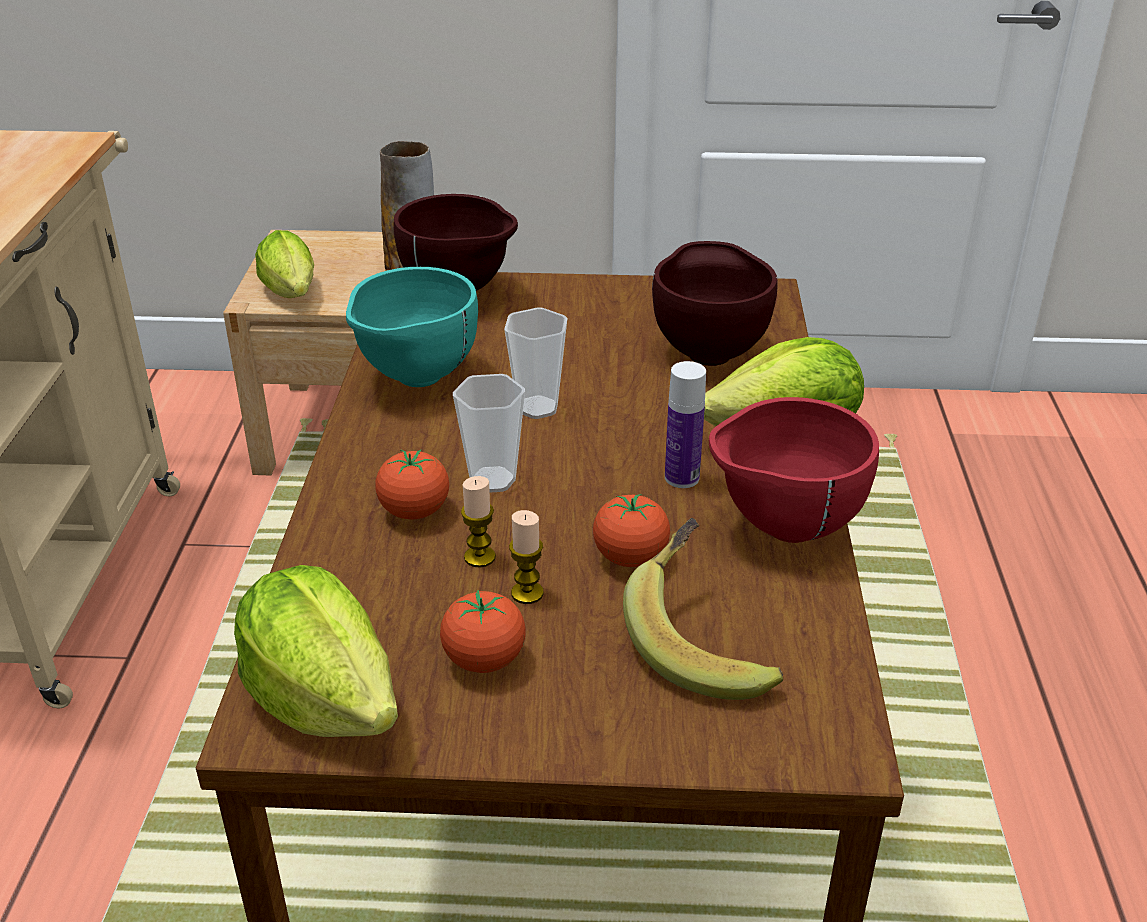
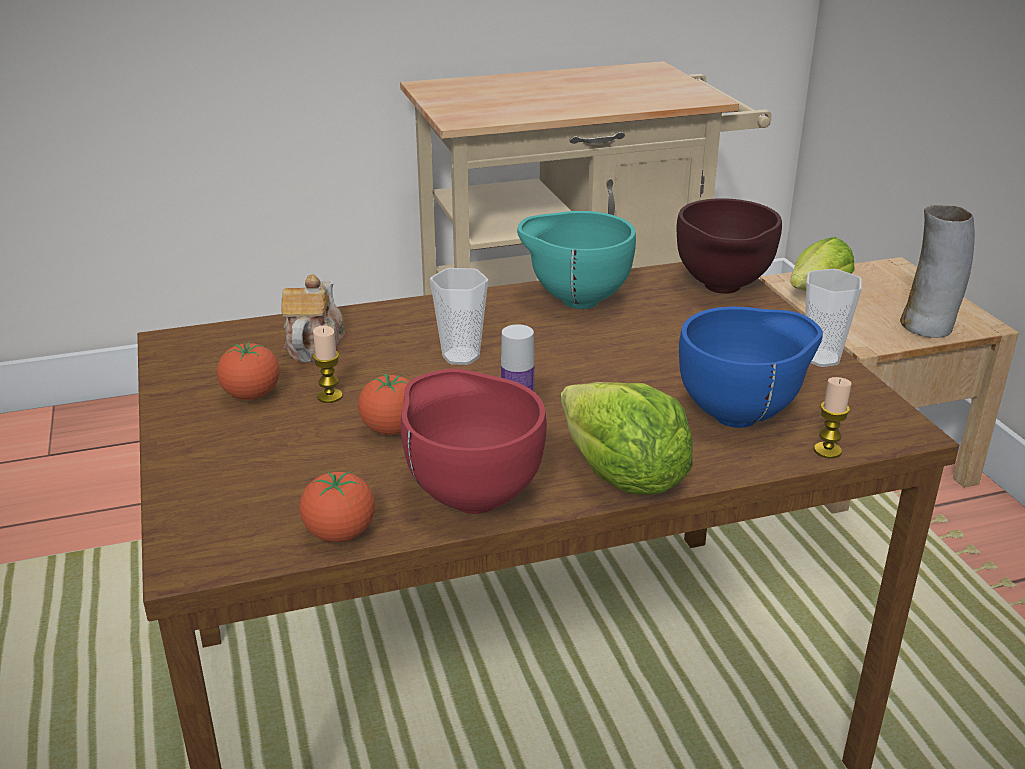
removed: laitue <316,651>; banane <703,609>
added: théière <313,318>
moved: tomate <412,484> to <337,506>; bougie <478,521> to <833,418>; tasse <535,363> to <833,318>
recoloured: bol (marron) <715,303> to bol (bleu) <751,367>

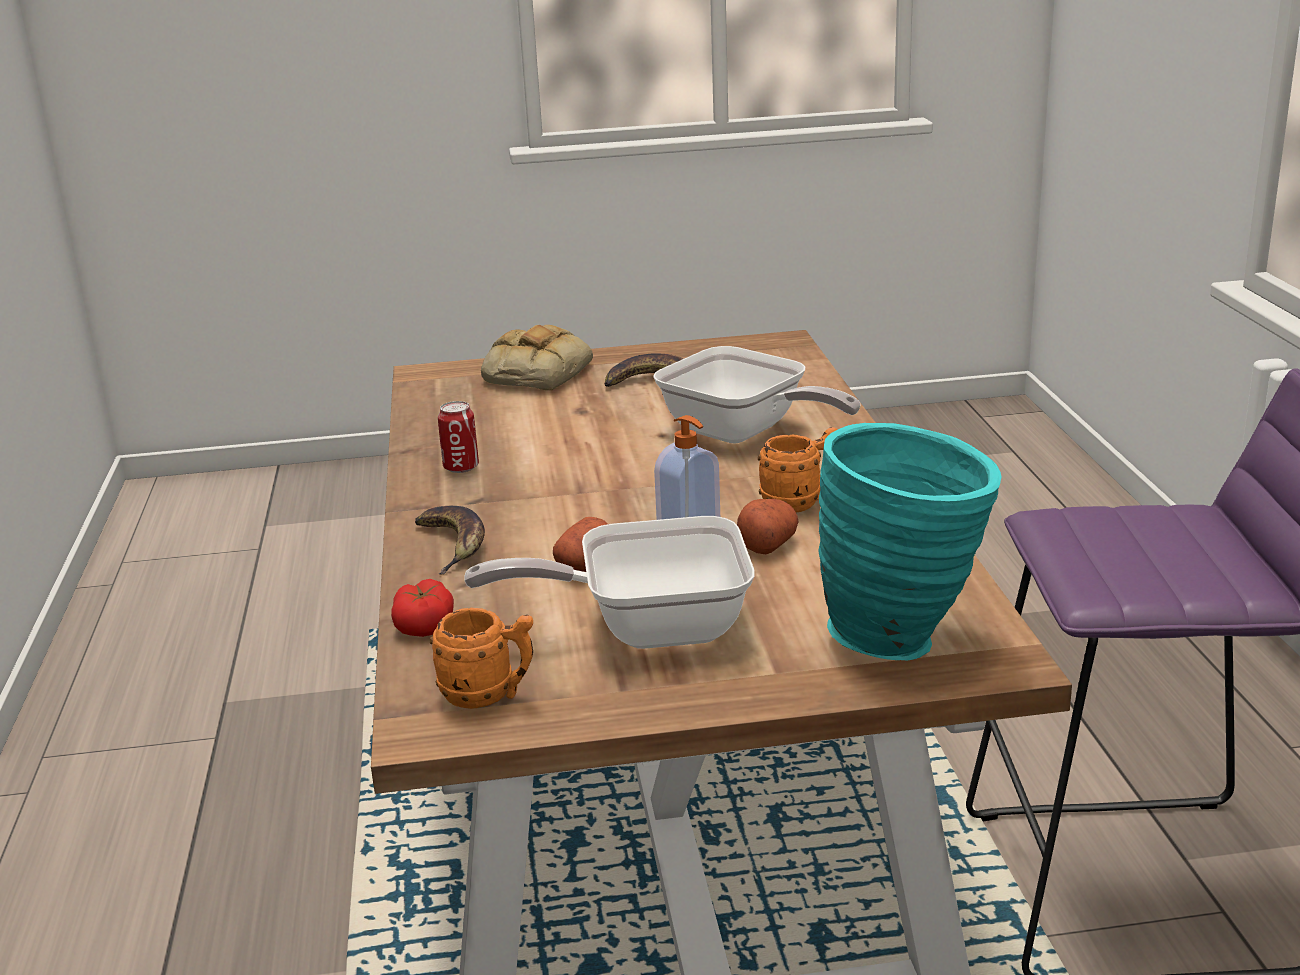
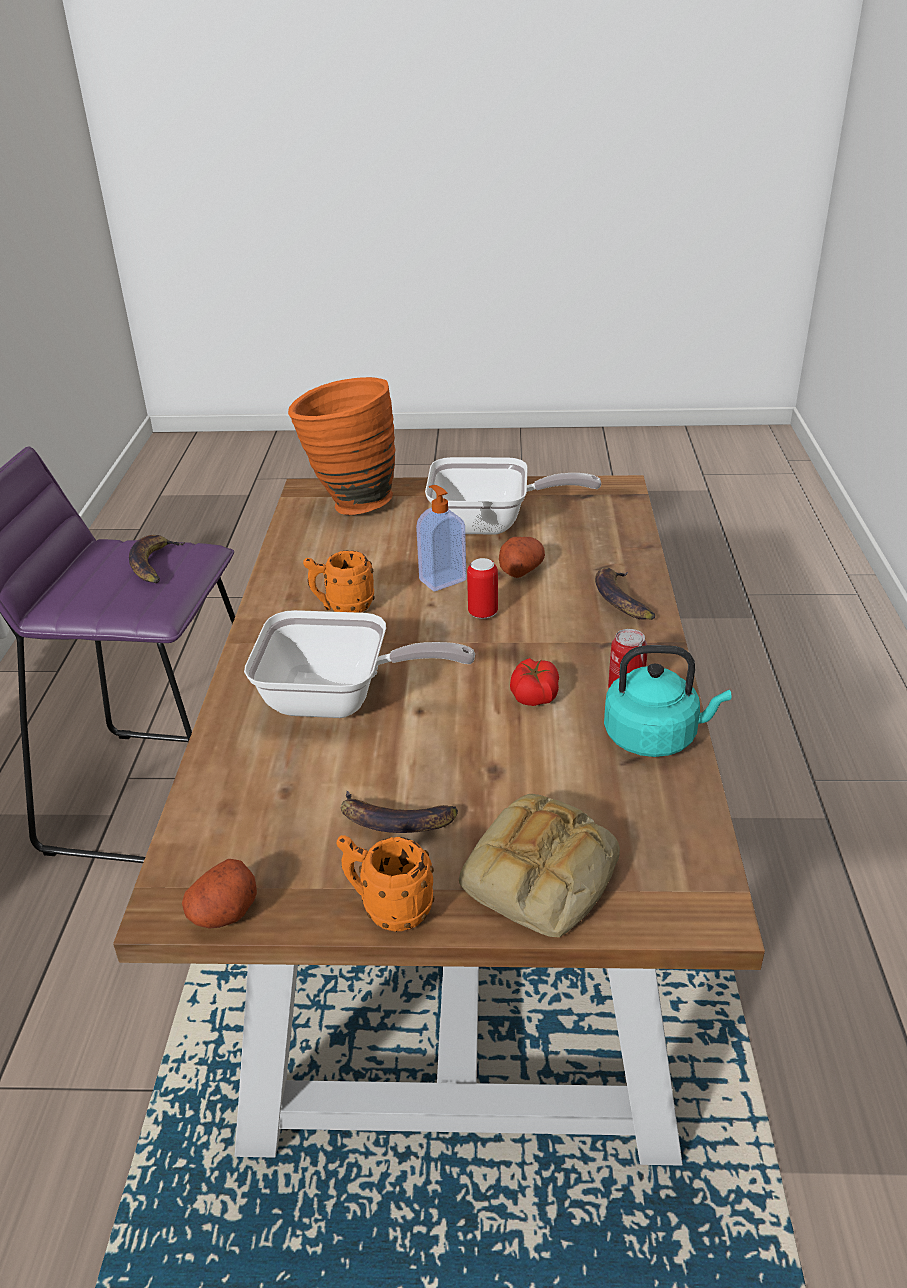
added: banane <157,559>; boîte métallique <482,588>; bouilloire (turquoise) <667,701>
moved: tomate <422,608> to <534,682>; mug (orange) <481,658> to <385,883>; pomme de terre <767,526> to <219,894>
recoloured: vase (turquoise) <910,541> to vase (orange) <342,446>
turned: poêle <756,394> = <359,664> 135 degrees clockwise

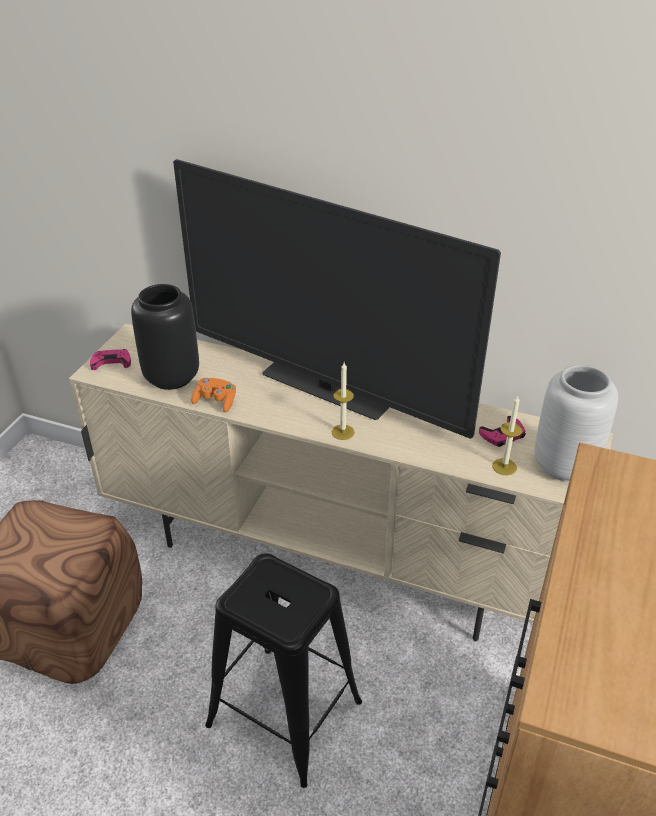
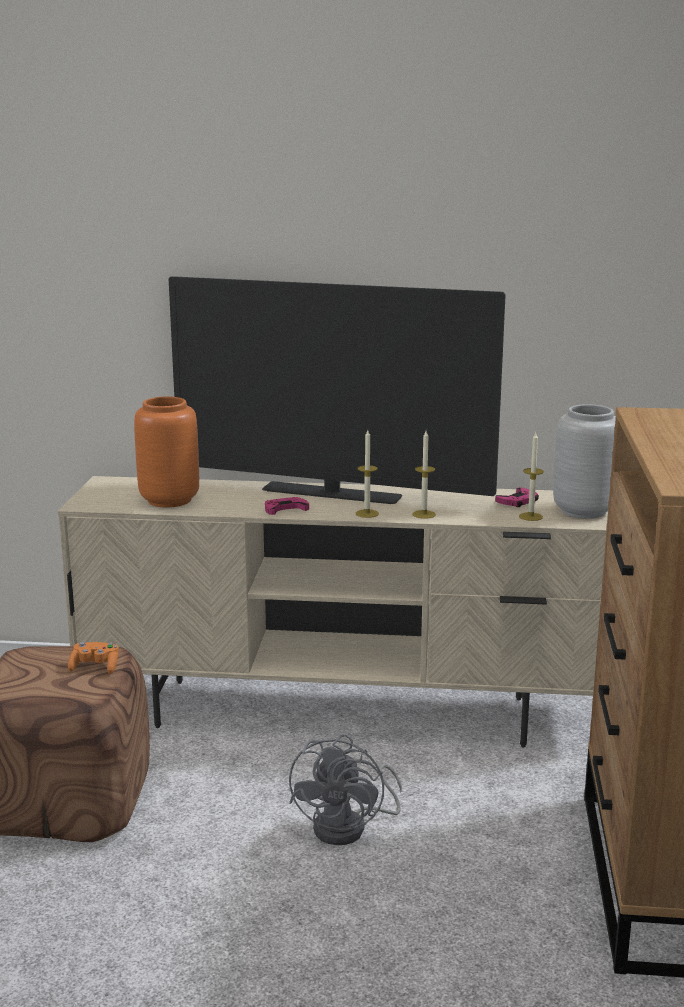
added: bougie <424,475>
moved: manette (rose) <110,359> to <287,506>; manette (orange) <213,395> to <93,658>
replaced: tabouret (noir) <283,670> to ventilateur (gris) <345,789>
recoloured: vase (noir) <165,337> to vase (orange) <166,452>

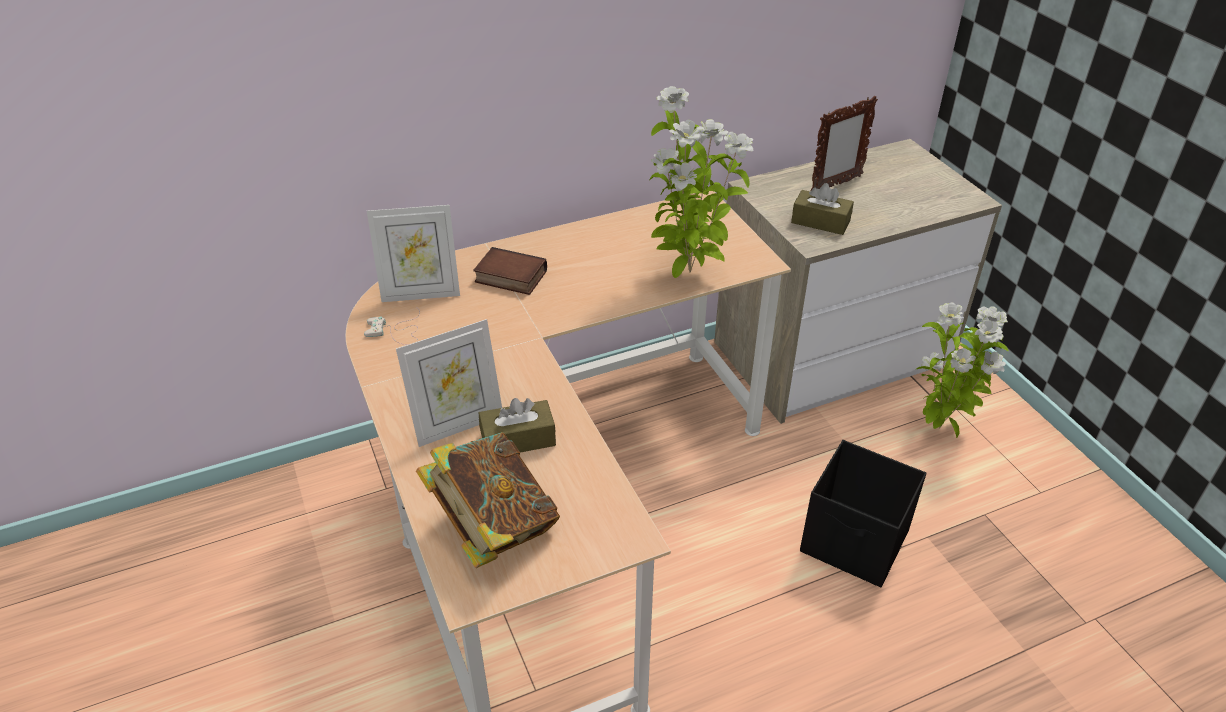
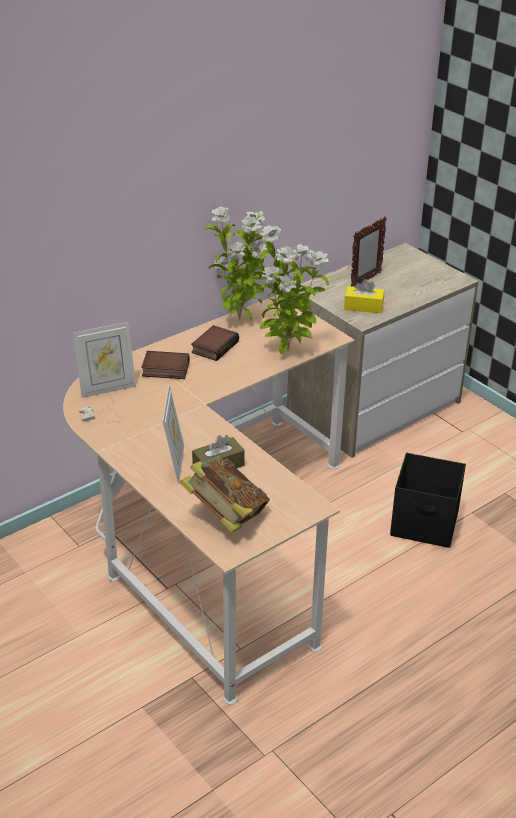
added: livre <215,343>
moved: plante en pot <961,370> to <235,264>
recoloured: boîte à mouchoirs (marron) <822,209> to boîte à mouchoirs (jaune) <364,296>
turned: cadre photo <449,383> = <173,434> 45 degrees counterclockwise

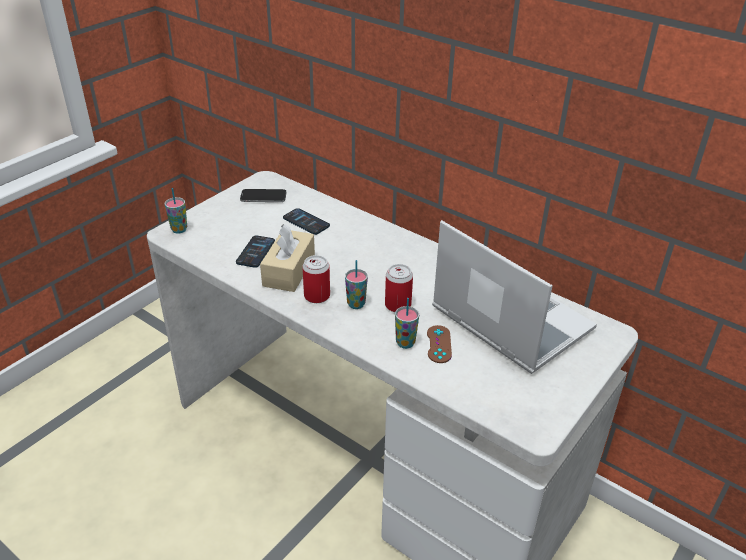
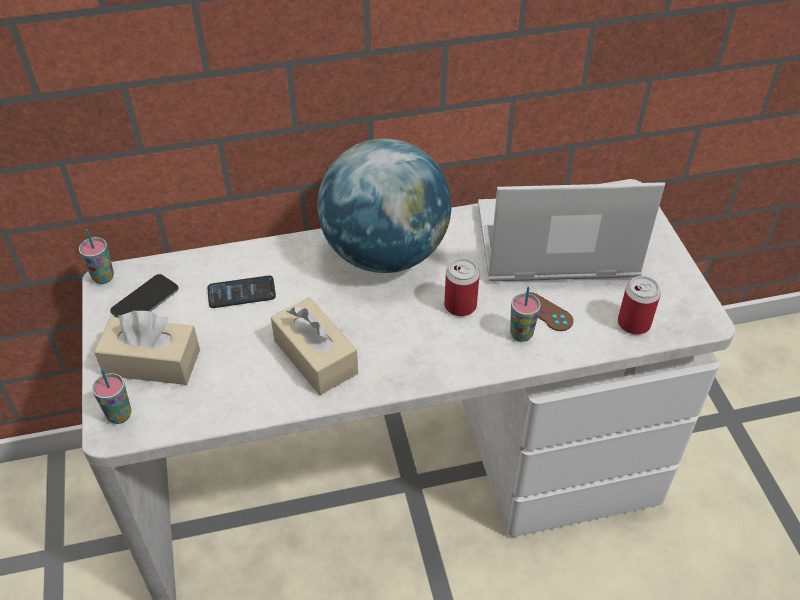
removed: téléphone <255,251>
added: boîte à mouchoirs (beige) <147,348>; globe <384,205>
moved: boîte métallique <316,279> to <639,305>; tasse <356,284> to <96,257>

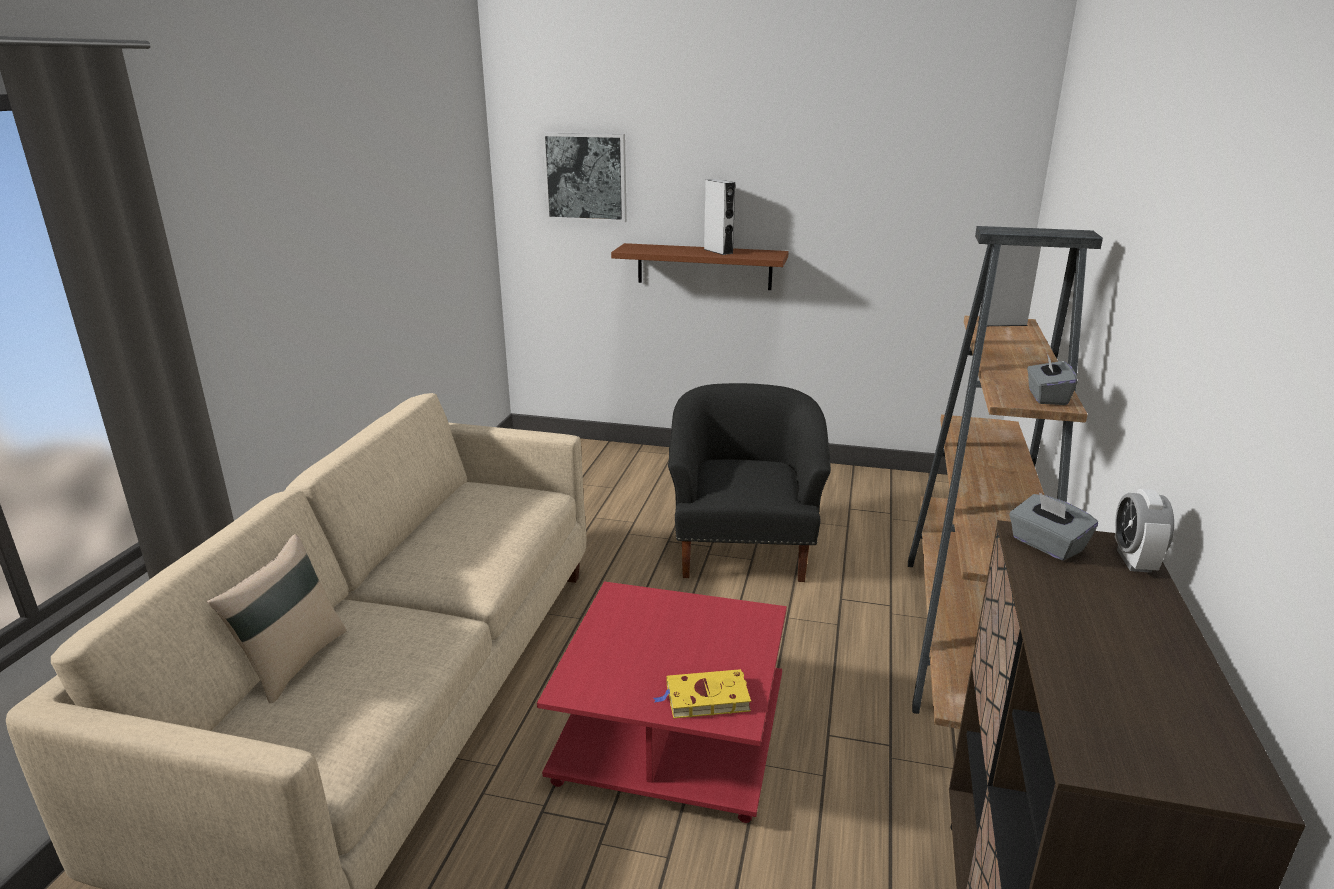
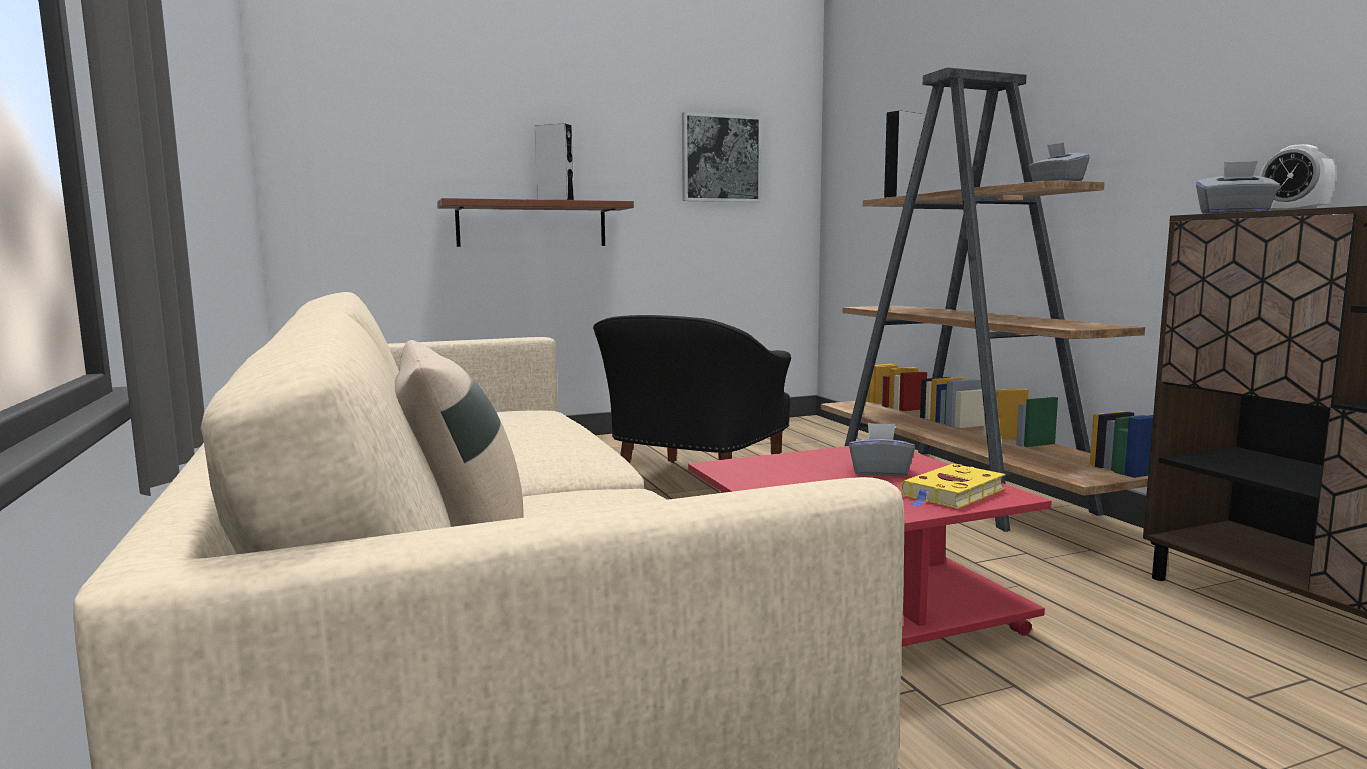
added: boîte à mouchoirs (gris) <882,449>
moved: tableau <584,177> to <722,157>
turned: fauteuil (noir) <749,482> = <692,404> 120 degrees counterclockwise

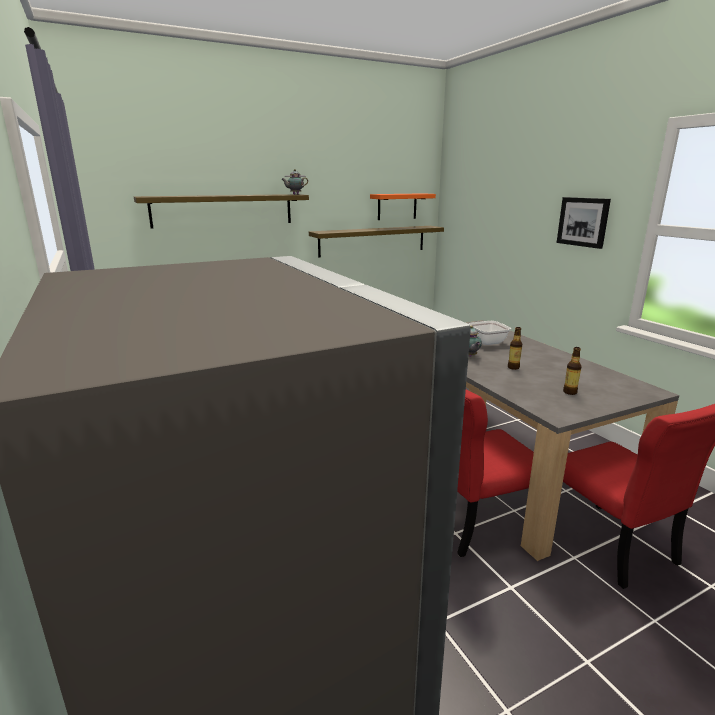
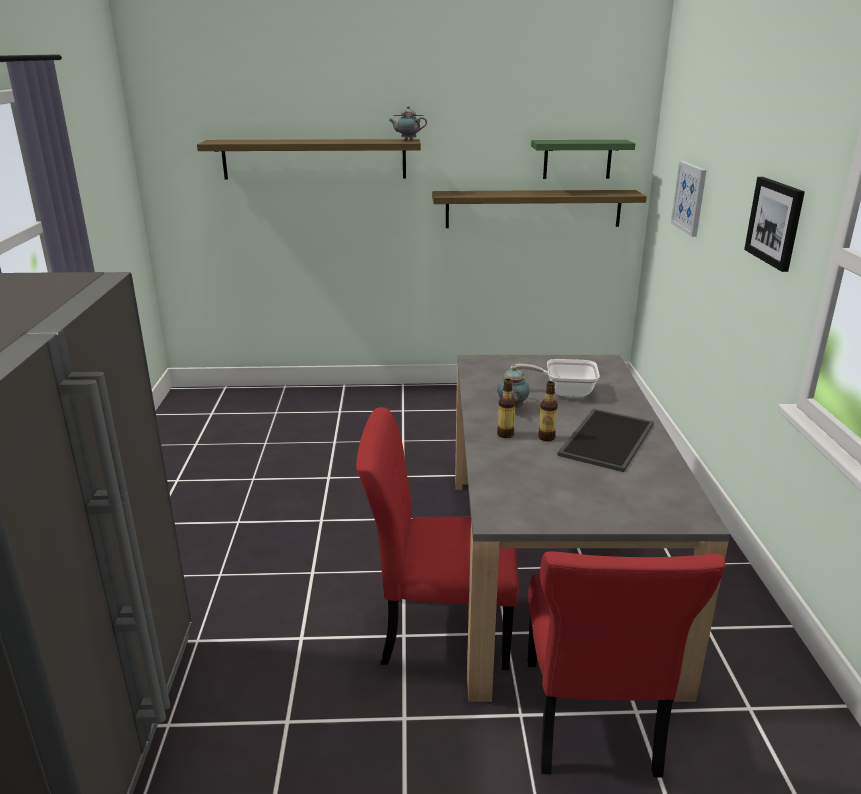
added: plateau <605,440>; tableau <689,199>
moved: bouteille <572,371> to <506,408>
recoloured: étagère (orange) <403,206> to étagère (vert) <583,159>

